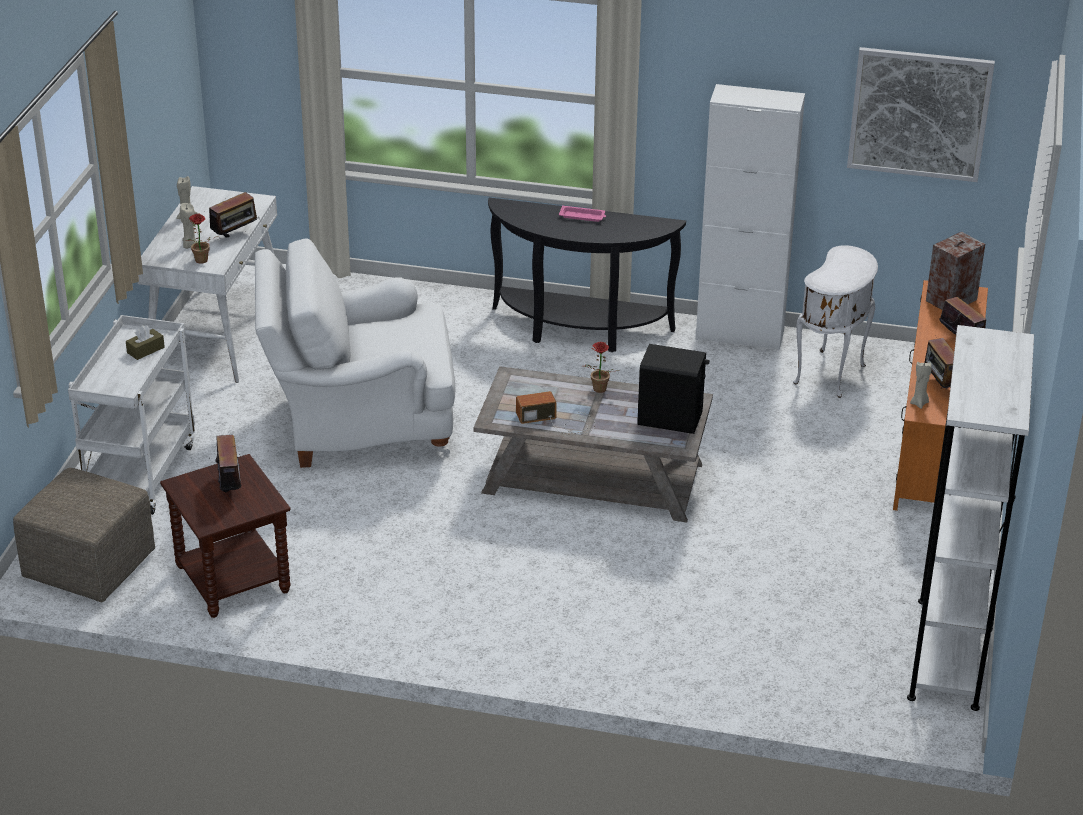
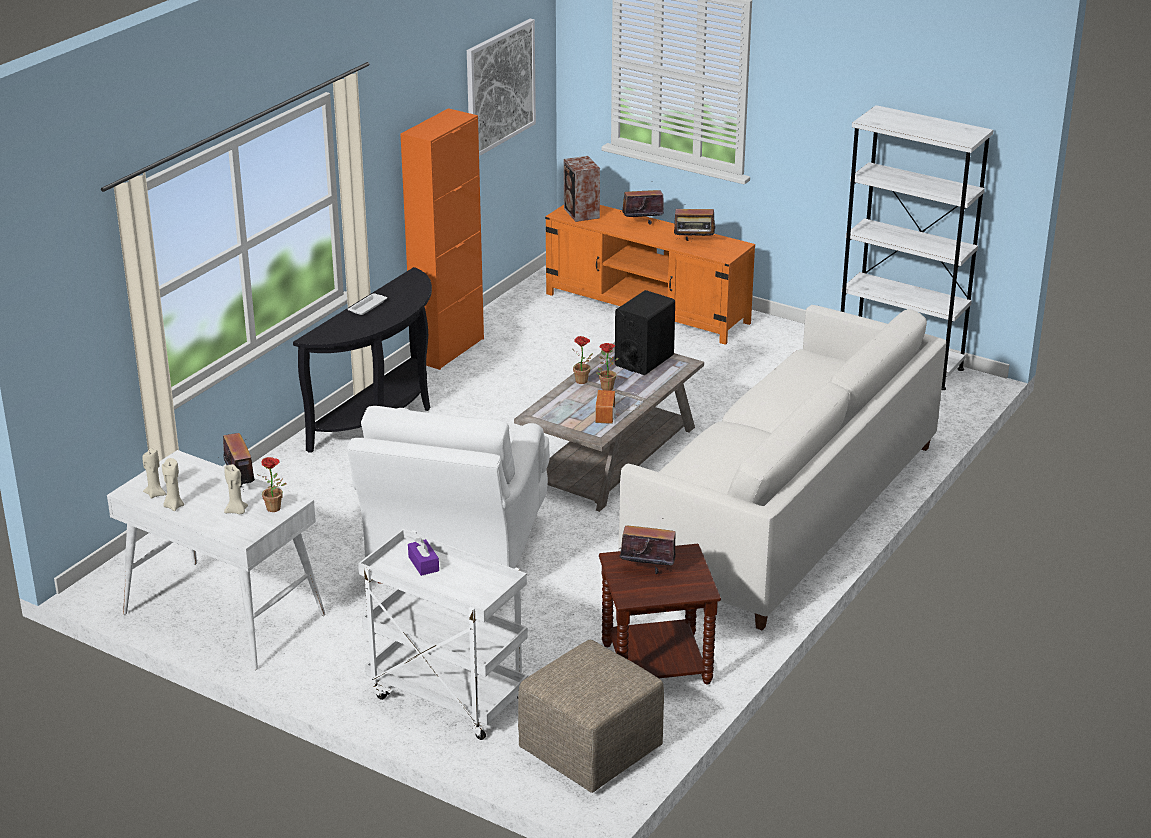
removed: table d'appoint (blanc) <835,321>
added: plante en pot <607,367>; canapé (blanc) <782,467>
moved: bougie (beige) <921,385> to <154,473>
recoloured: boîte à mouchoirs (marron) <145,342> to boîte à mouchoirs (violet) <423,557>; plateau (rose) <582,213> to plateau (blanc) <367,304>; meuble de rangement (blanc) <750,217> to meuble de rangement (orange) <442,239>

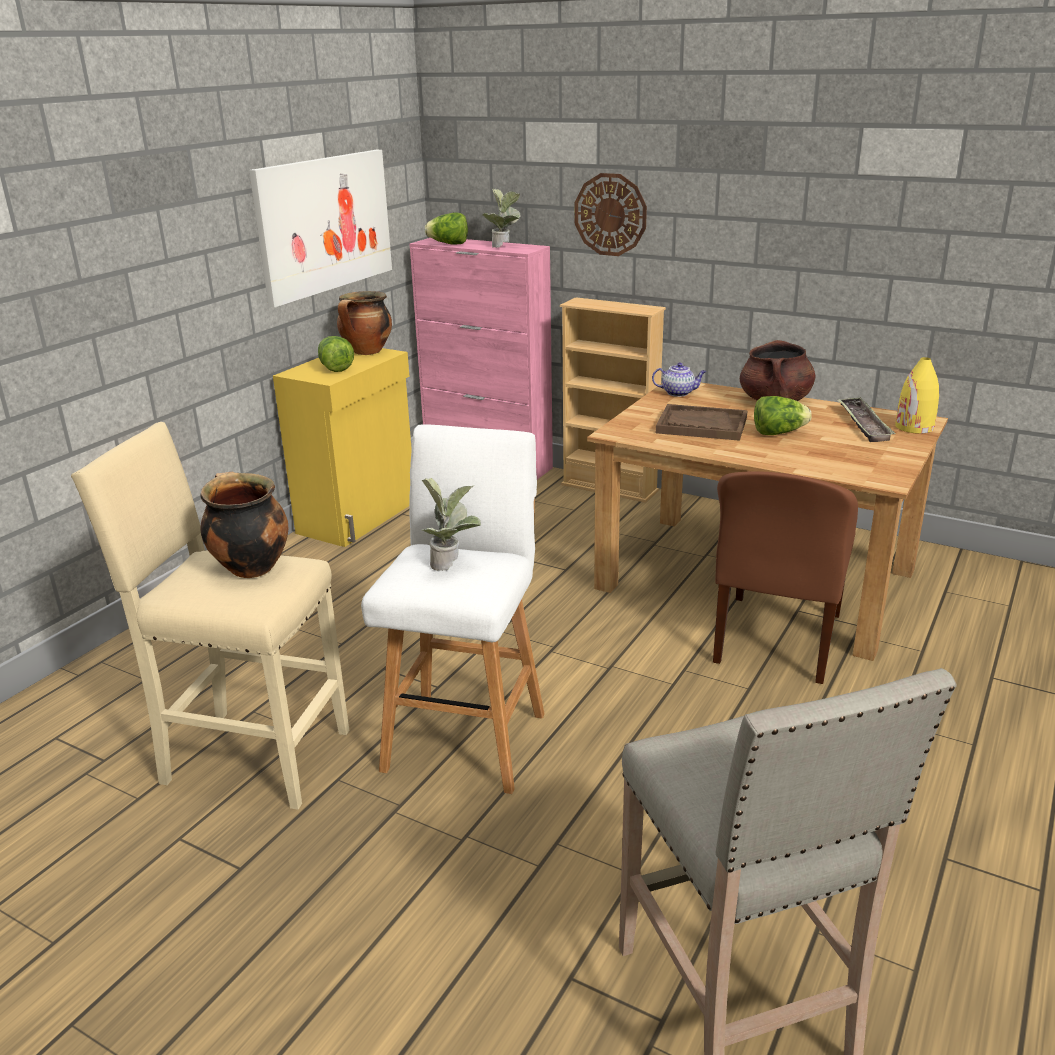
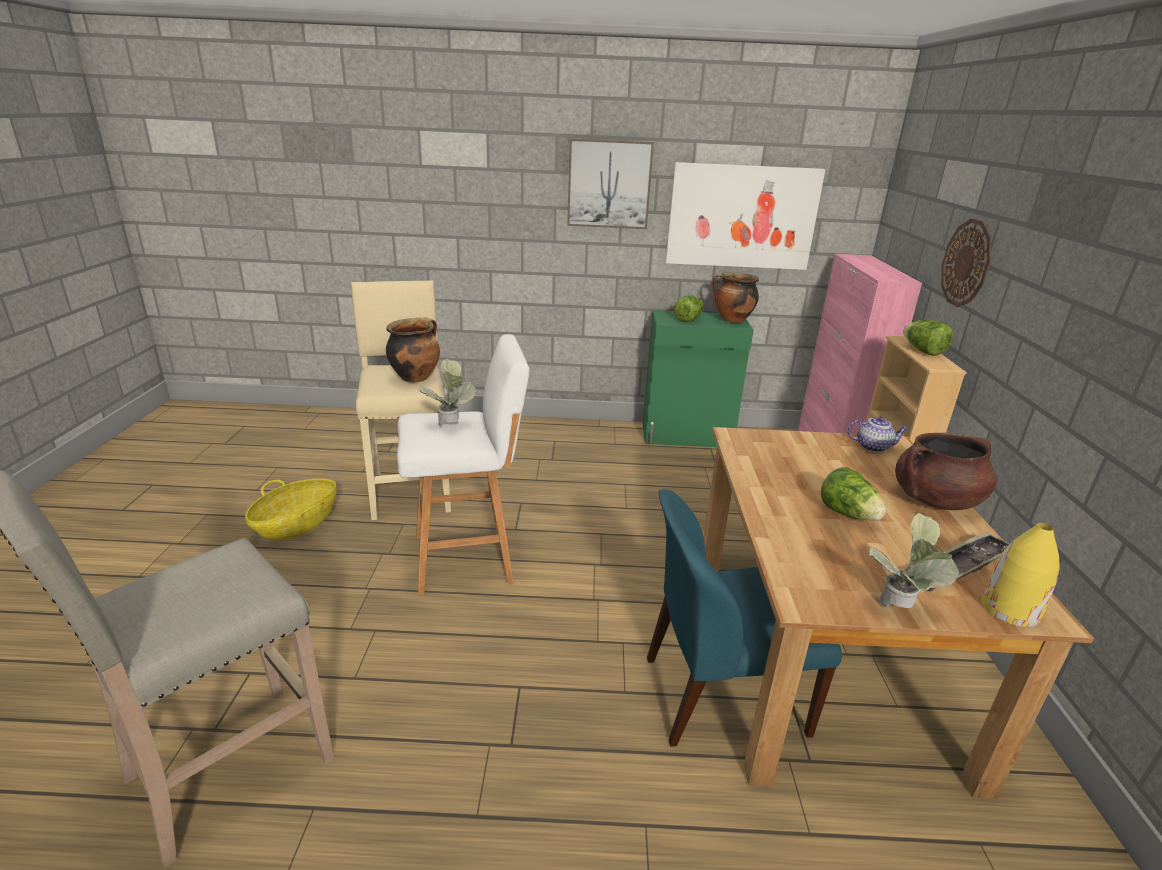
removed: plateau (marron) <702,422>
added: panier <291,509>; tableau <610,183>
moved: laitue <446,229> to <928,338>; plante en pot <501,218> to <914,560>
recoloured: meuble de rangement (jaune) <342,447> to meuble de rangement (vert) <698,378>; chaise (marron) <785,578> to chaise (bleu) <744,618>
turned: théière <679,380> = <878,434> 60 degrees counterclockwise

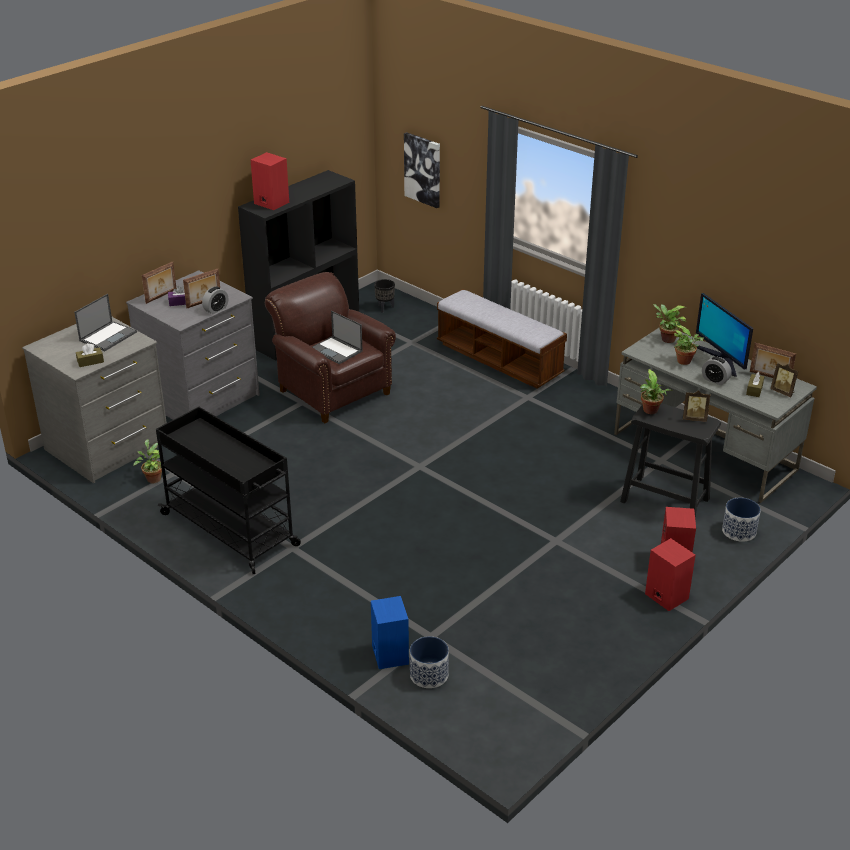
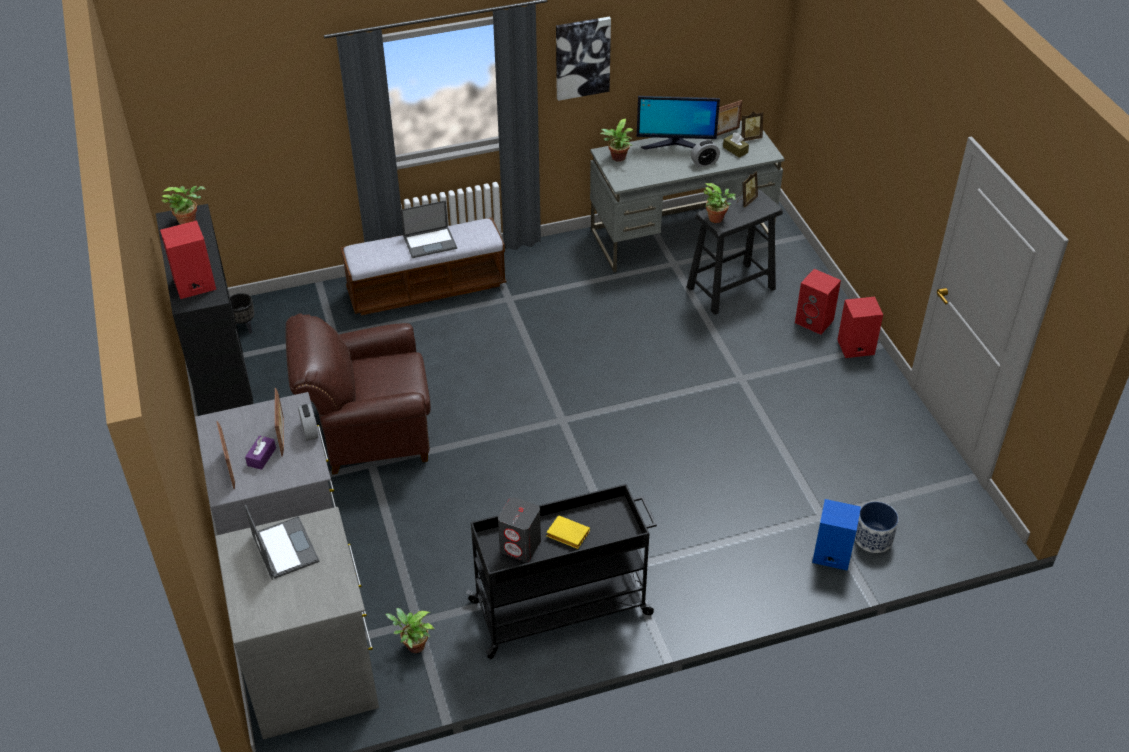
removed: boîte à mouchoirs (marron) <90,355>; cache-pot <741,519>
added: enceinte (gris) <519,529>; livre (jaune) <568,532>
moved: ordinateur portable <337,337> to <428,229>; tableau <422,170> to <583,59>; plante en pot <689,345> to <183,205>

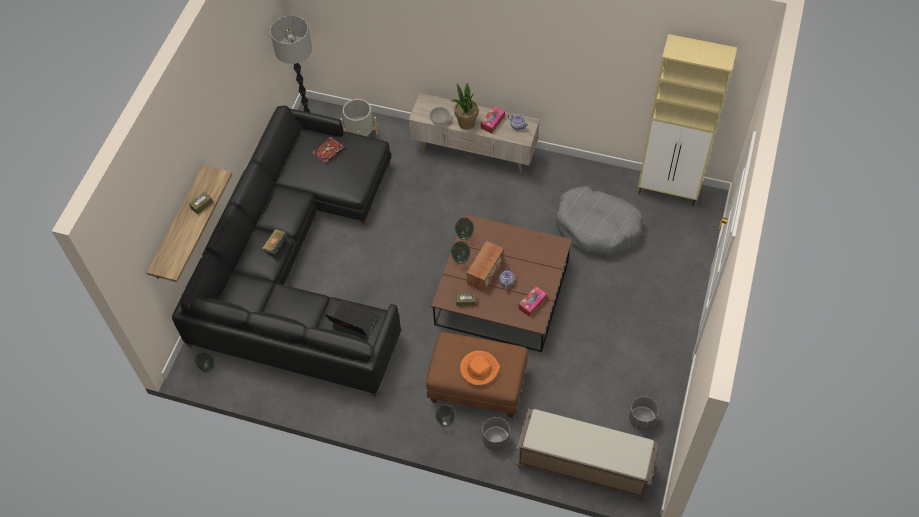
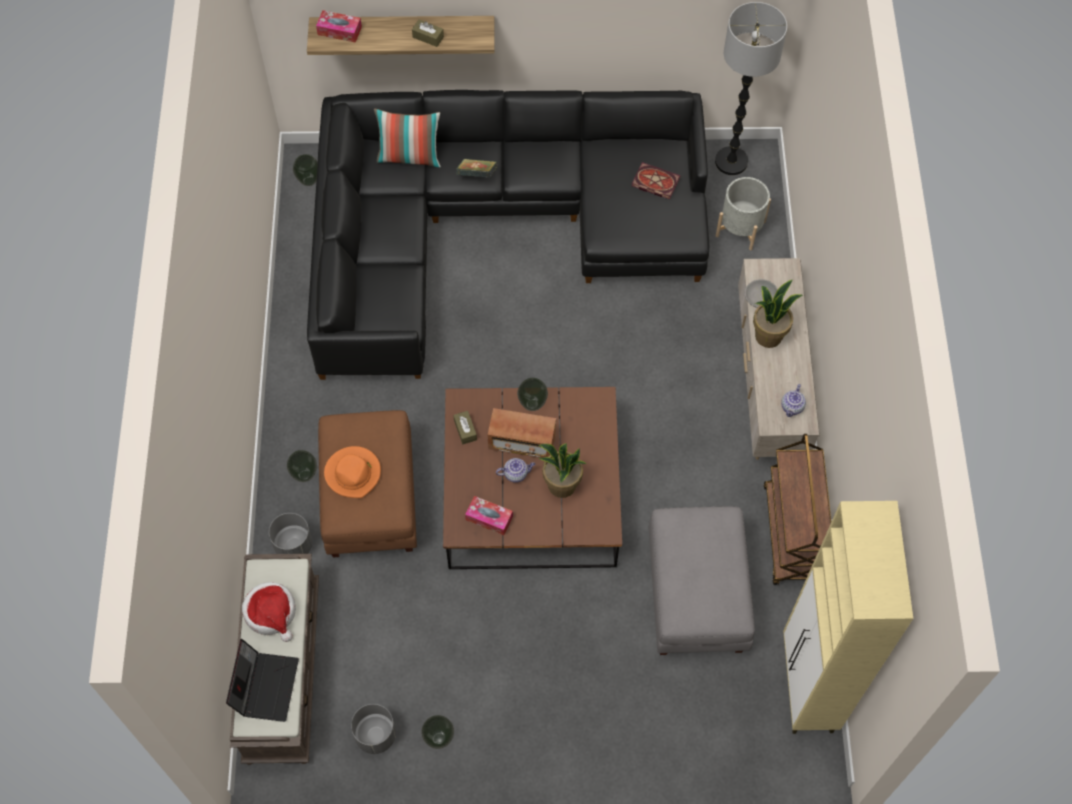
added: chapeau <269,612>; coussin <407,137>; plante en pot <562,470>; chariot (marron) <797,509>
moved: ordinateur portable <351,318> to <262,680>; vase <464,228> to <437,732>; boîte à mouchoirs <493,120> to <339,26>
replaced: panier pour chien (gris) <599,221> to pouf (gris) <702,580>

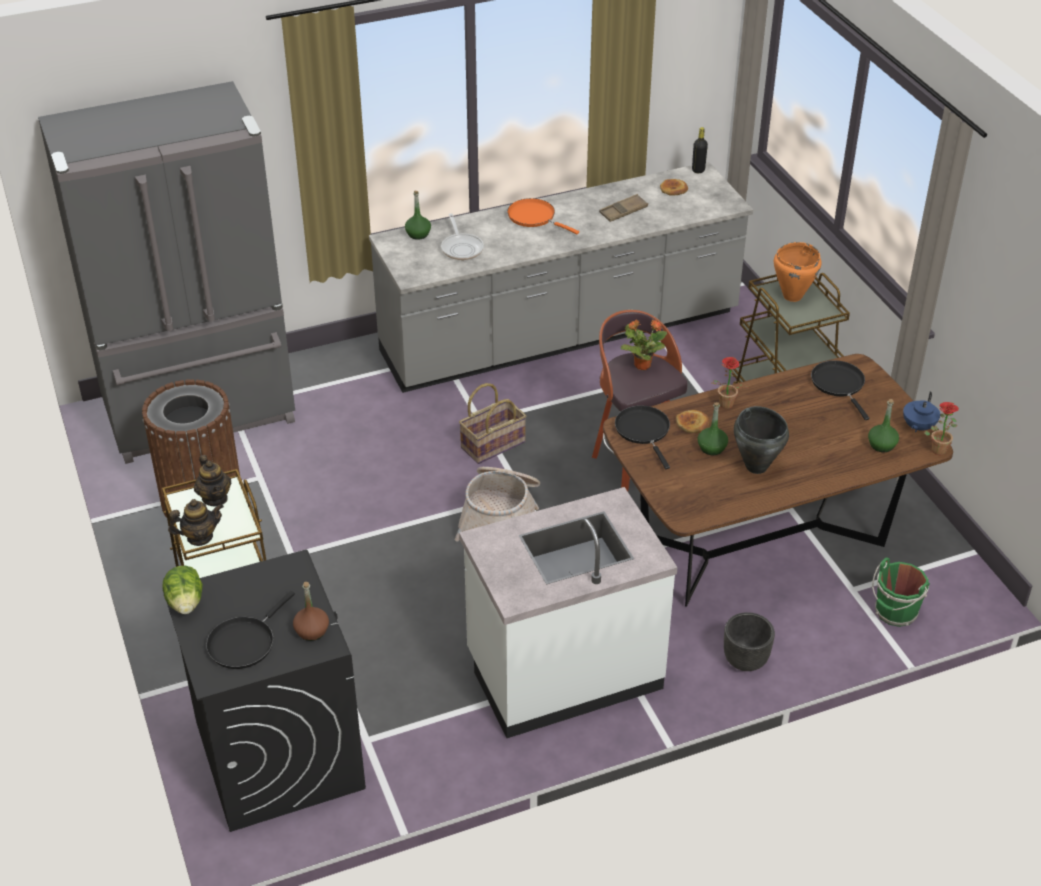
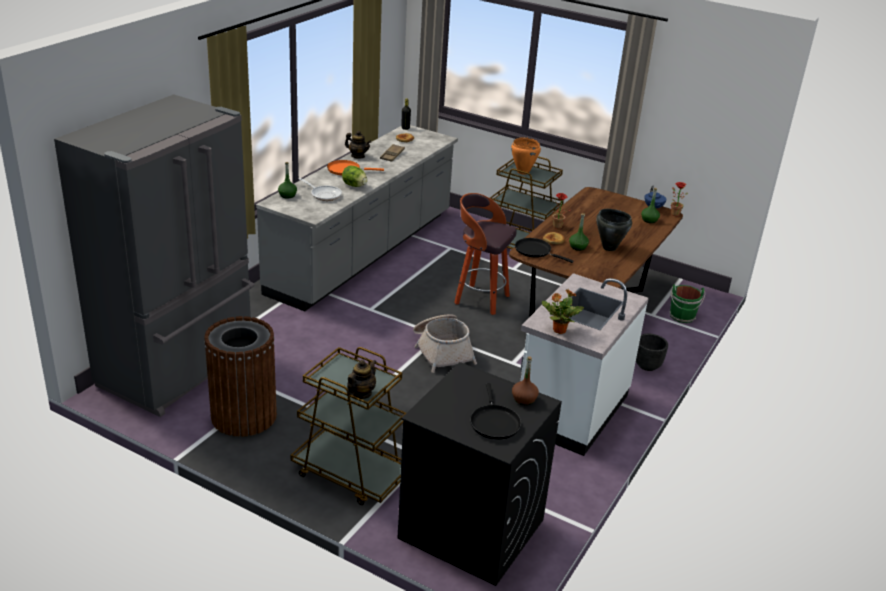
removed: panier <492,423>; poêle (noir) <840,390>
moved: laitue <182,590> to <355,176>; théière <212,481> to <358,145>; plante en pot <644,345> to <563,311>

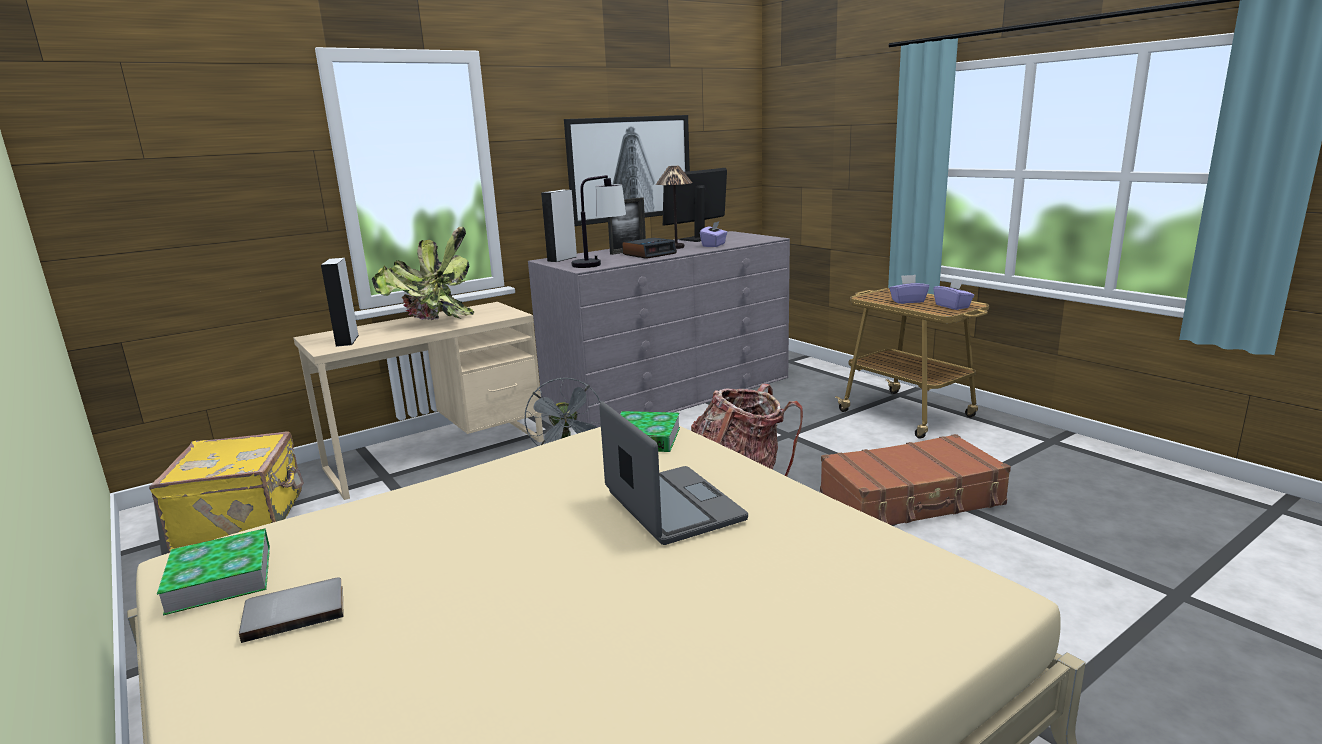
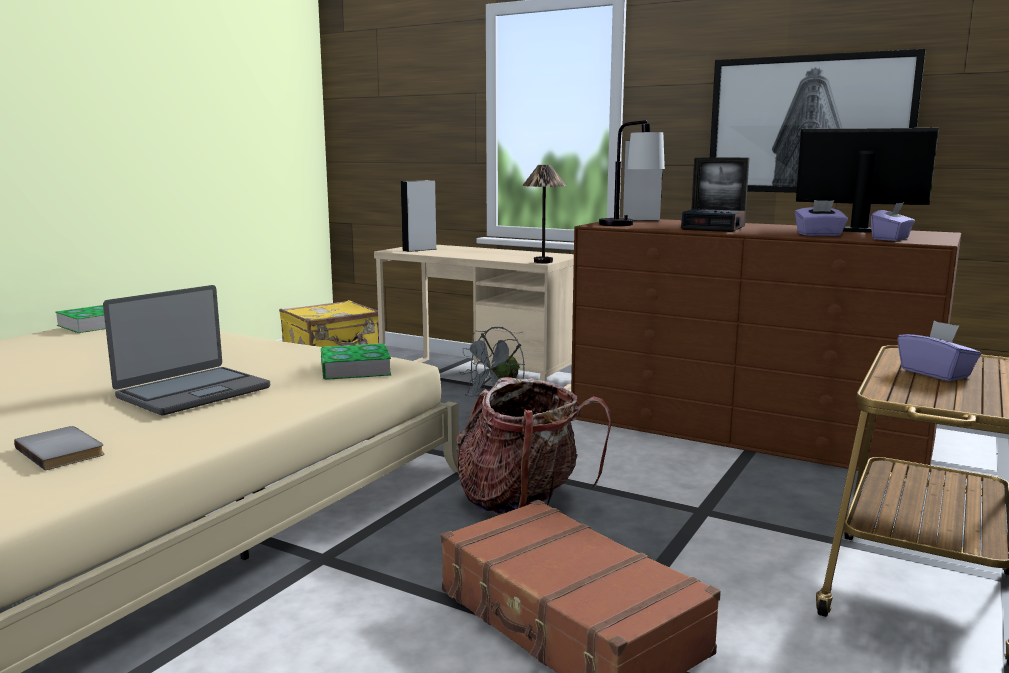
removed: plante en pot <423,273>
moved: livre (gris) <291,610> to <59,448>; lampe de table <674,207> to <544,214>; boîte à mouchoirs (violet) <953,294> to <893,221>
recoloured: commode (gris) <659,329> to commode (marron) <766,346>

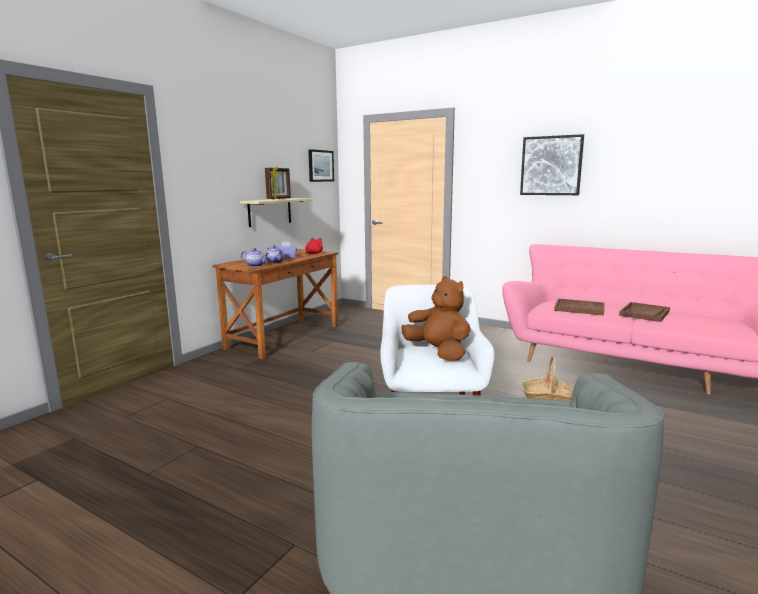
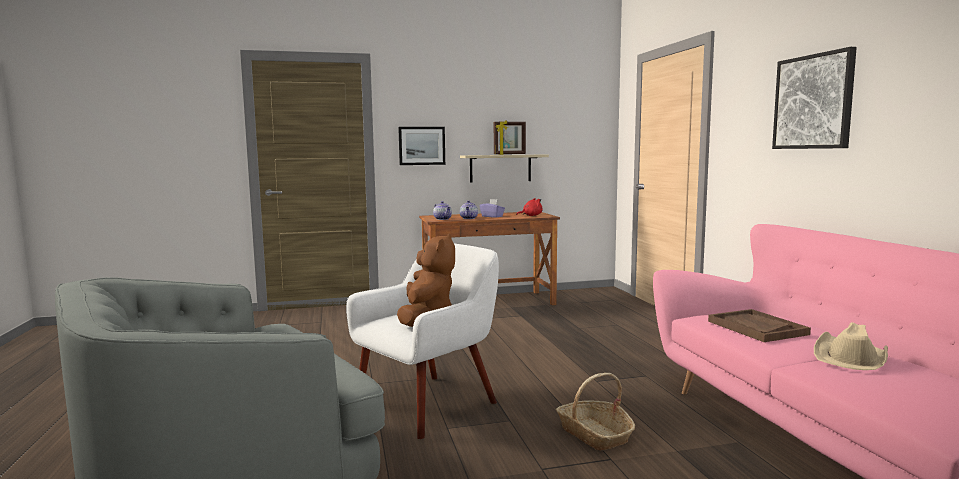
moved: tableau <321,165> to <421,146>
replaced: plateau (marron) <644,312> to chapeau (beige) <851,346>

